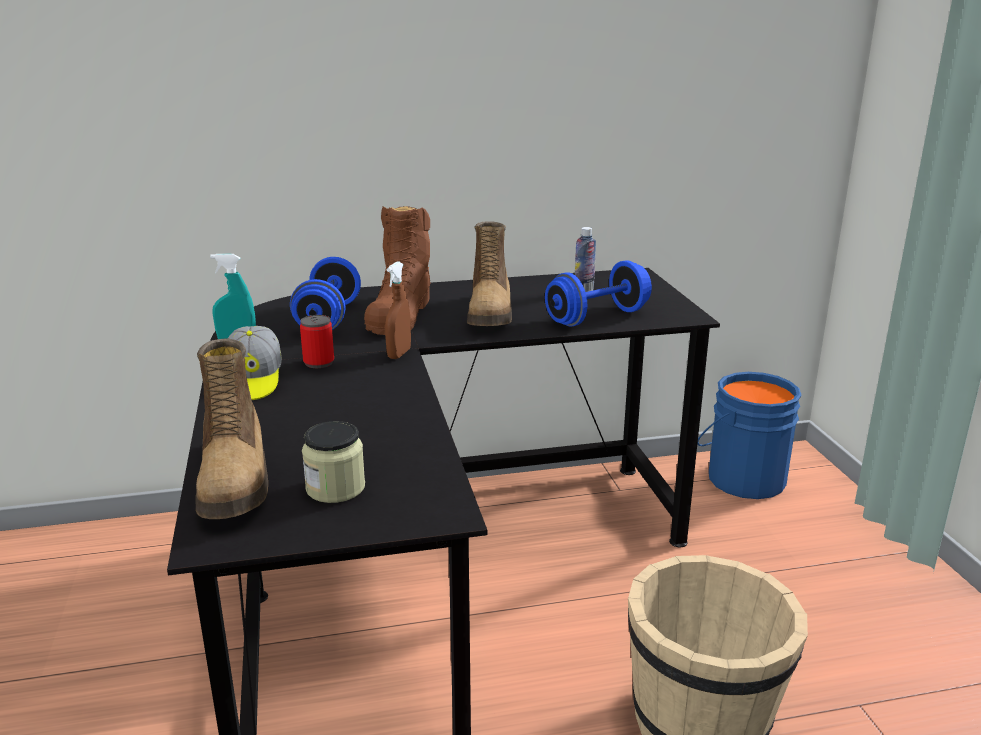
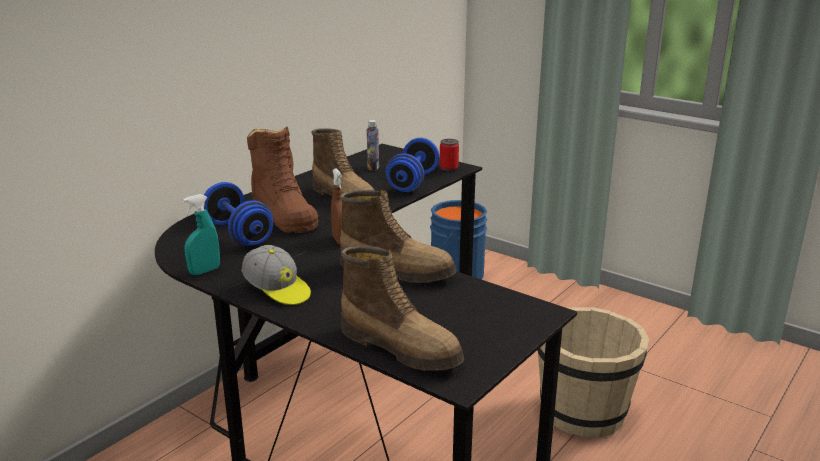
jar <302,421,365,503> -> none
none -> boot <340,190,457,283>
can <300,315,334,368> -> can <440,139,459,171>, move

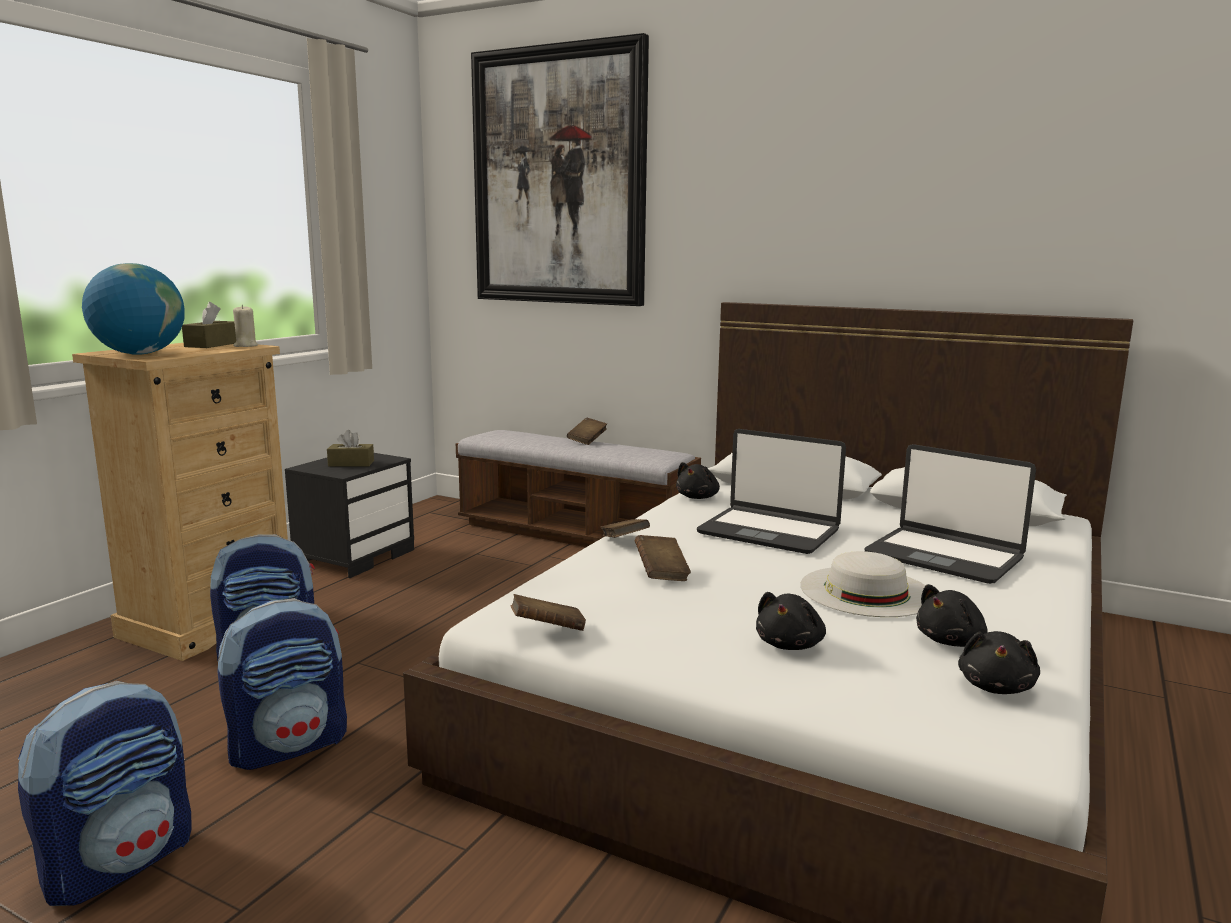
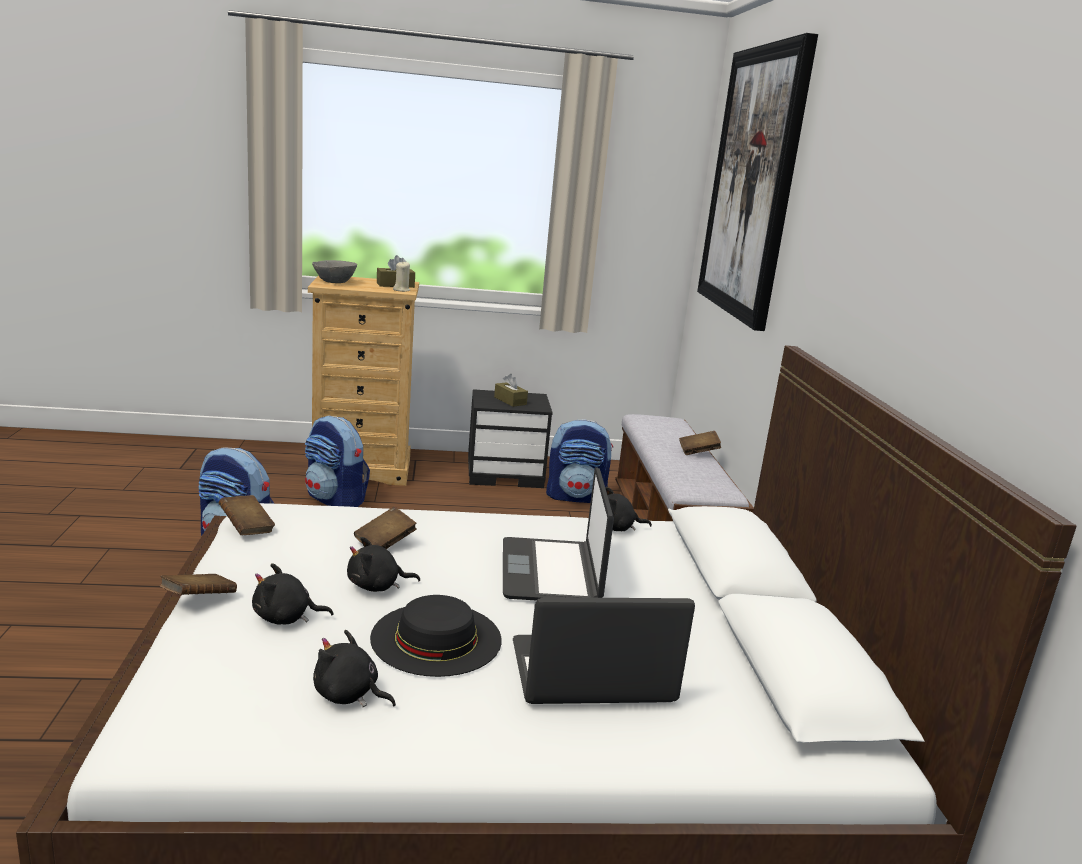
backpack <18,681,192,906> -> backpack <546,419,613,503>, move
book in brown <600,519,650,538> -> book in brown <160,574,237,595>, move
plush toy in black <958,631,1040,694> -> plush toy in black <347,537,420,592>, move
globe <82,263,185,354> -> bowl in grey <312,260,357,283>
hat in white <800,551,925,617> -> hat in black <370,595,501,677>
laptop <864,444,1036,584> -> laptop <513,597,695,704>, 75 degrees clockwise

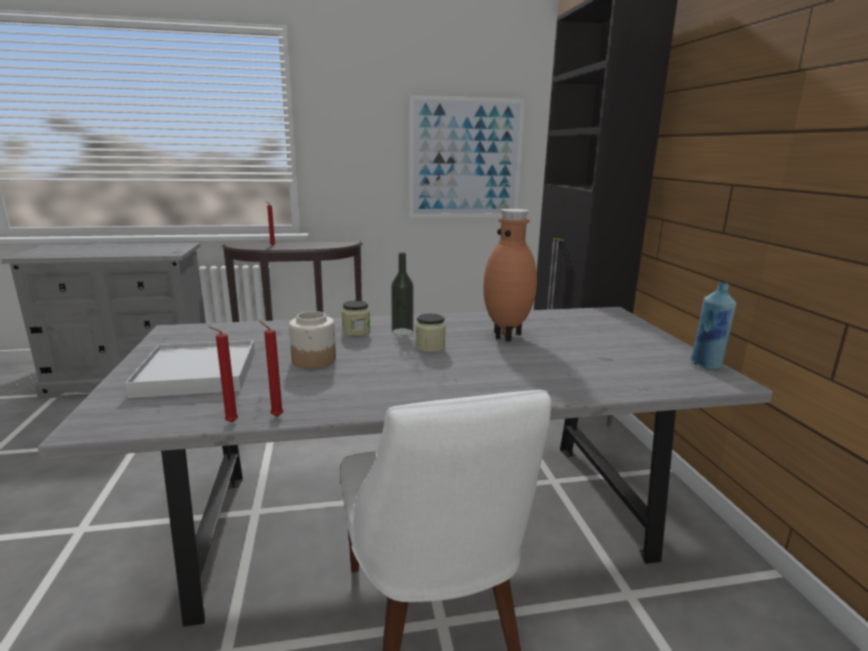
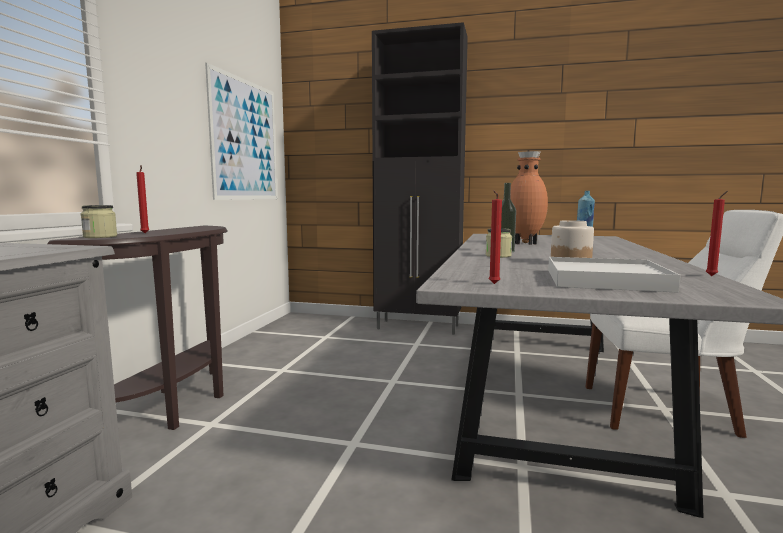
candle in red <258,320,284,417> -> candle in red <489,190,502,284>, move
jar <416,314,446,352> -> jar <81,205,117,238>, move

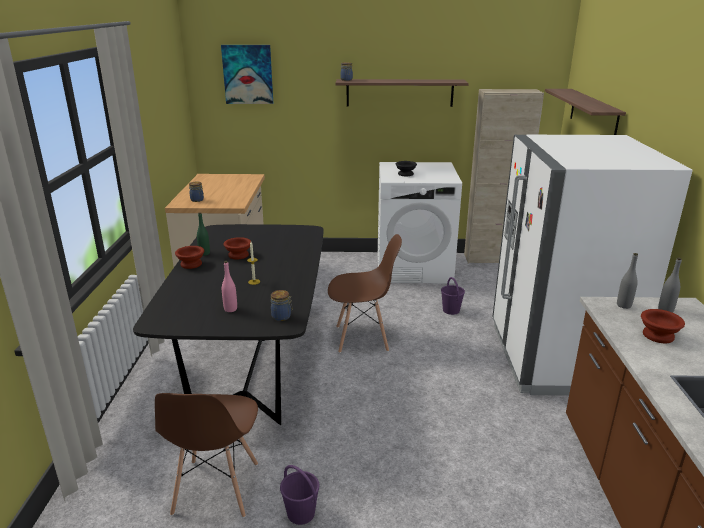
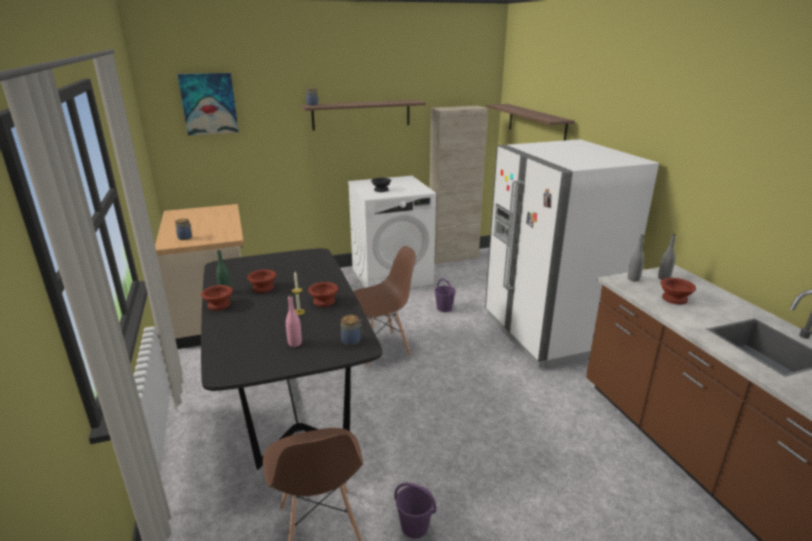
none -> bowl in brown <308,282,338,307>

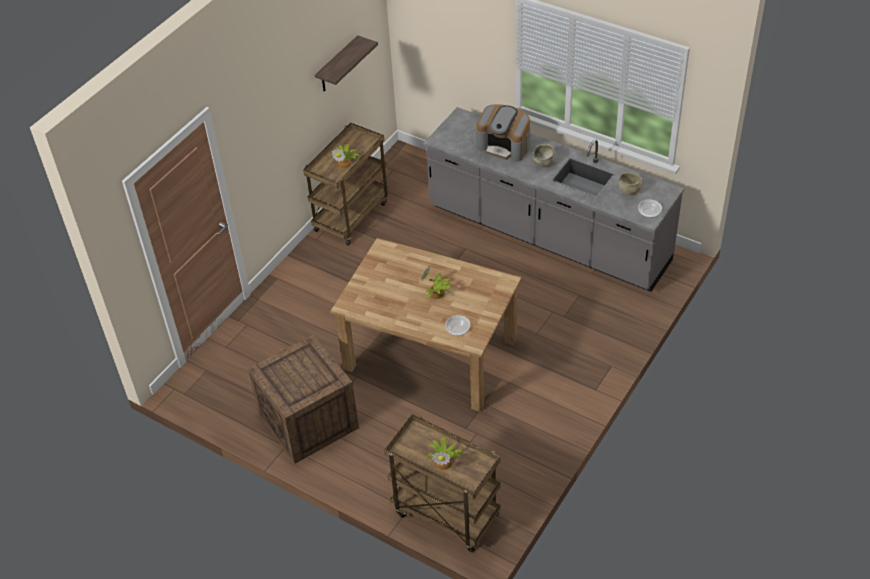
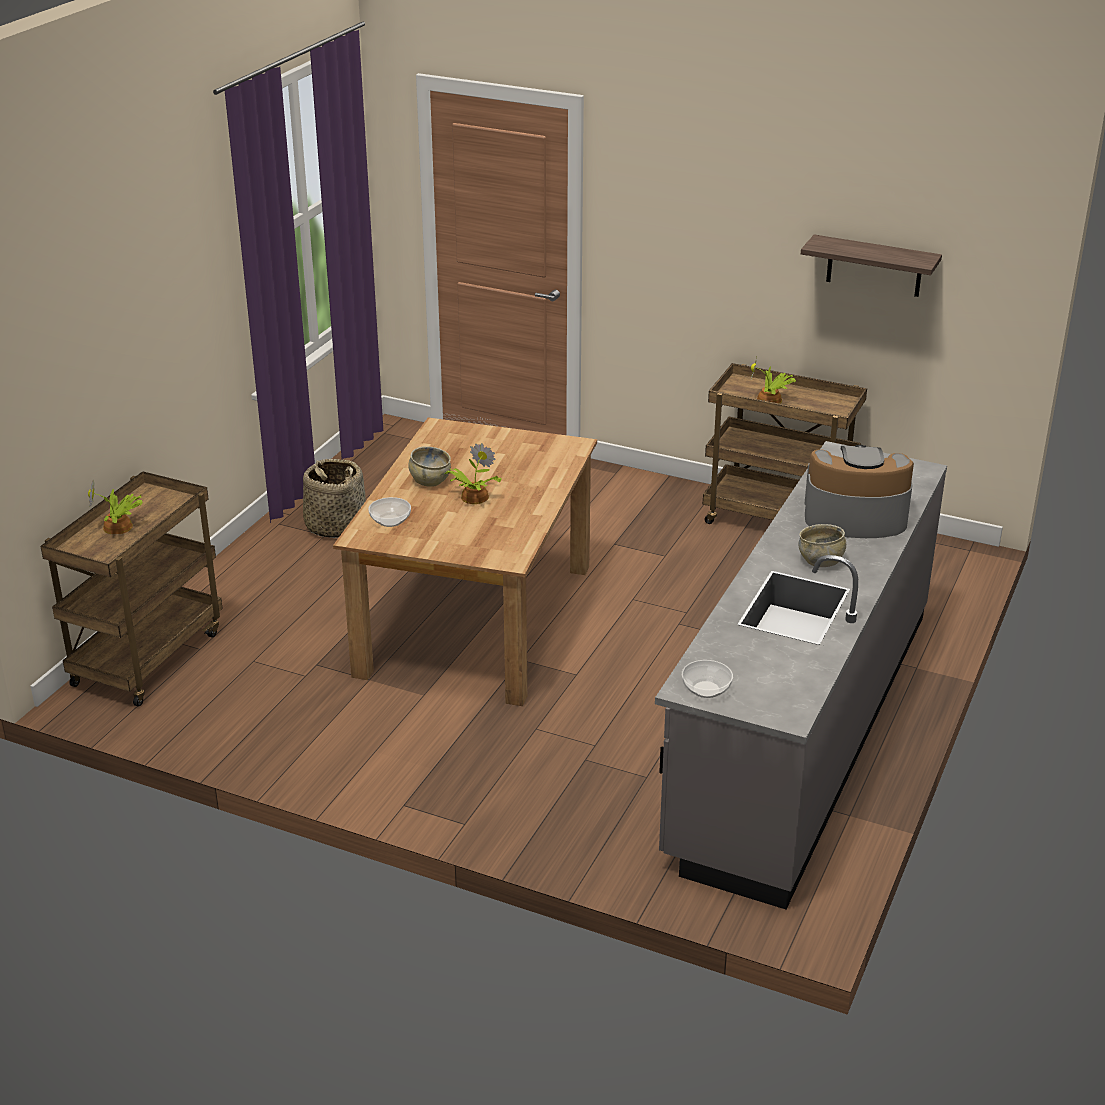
bowl in beige <618,172,642,195> -> bowl in beige <409,446,451,487>, move
crate <248,334,359,464> -> basket <303,459,366,538>
coffee machine <476,104,531,162> -> coffee machine <804,445,914,538>, 75 degrees clockwise

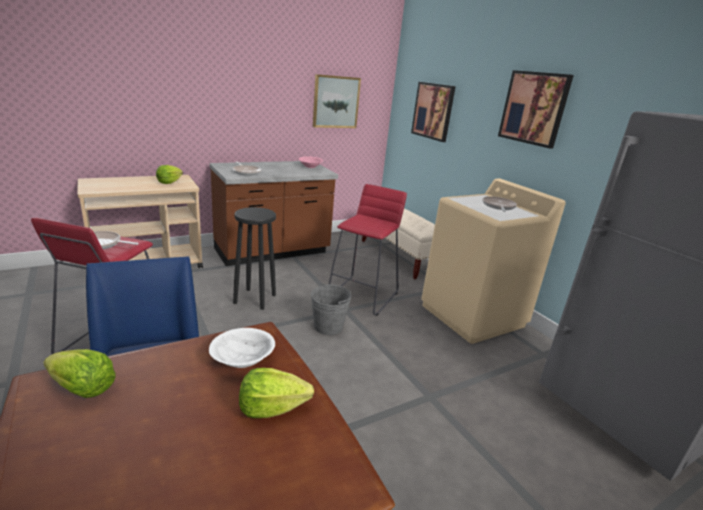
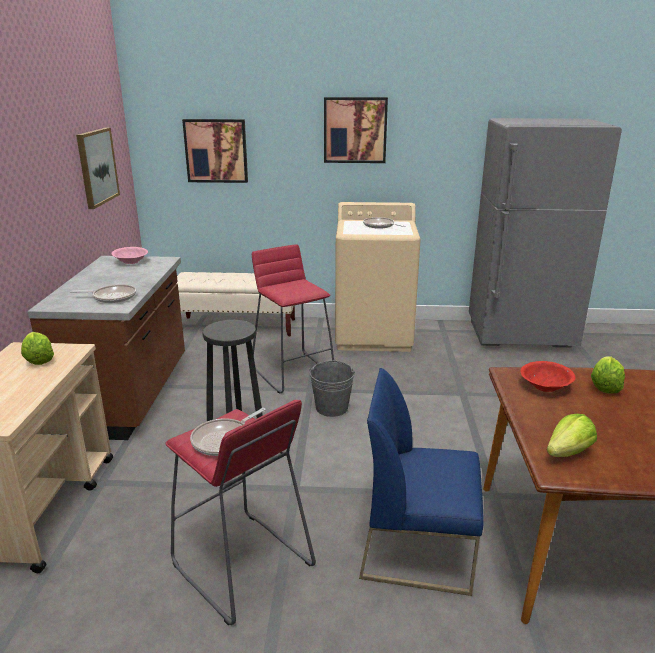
bowl in white <209,328,275,368> -> bowl in red <520,361,575,392>

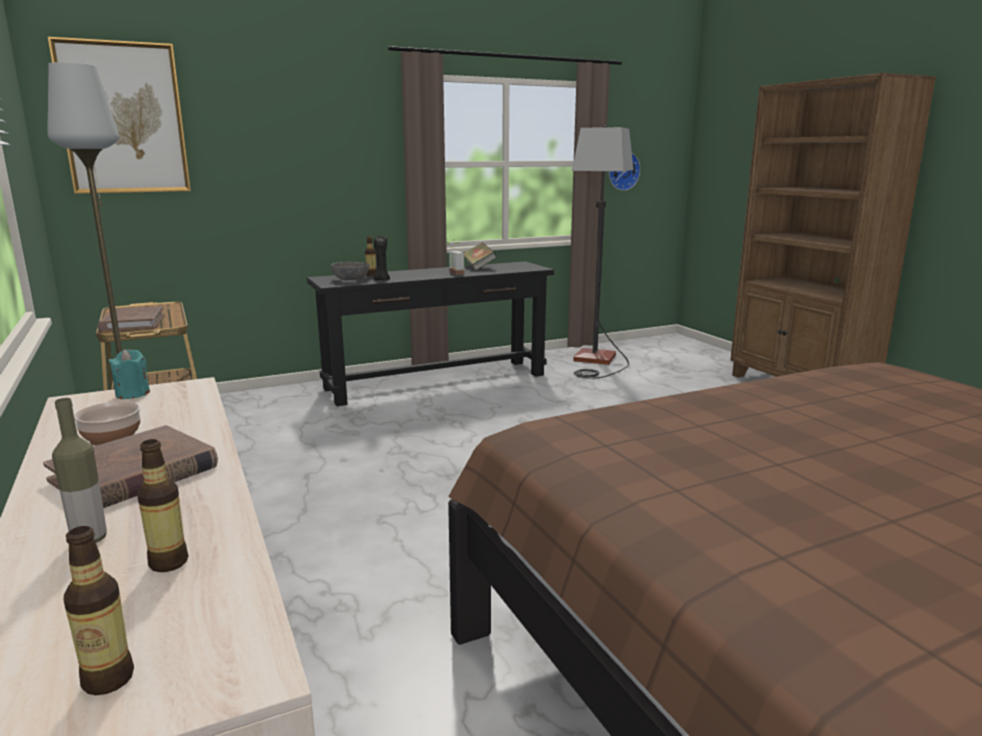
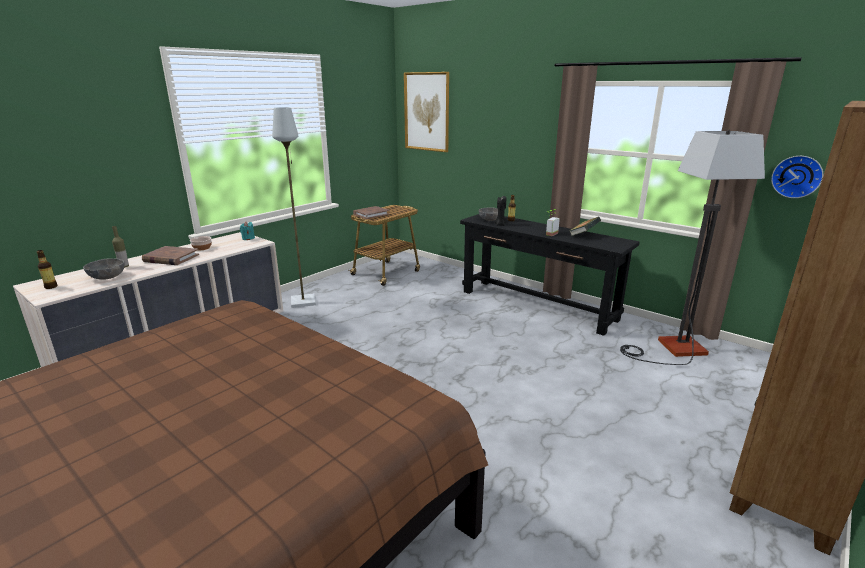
bottle <137,439,188,572> -> bowl in grey <83,258,125,280>

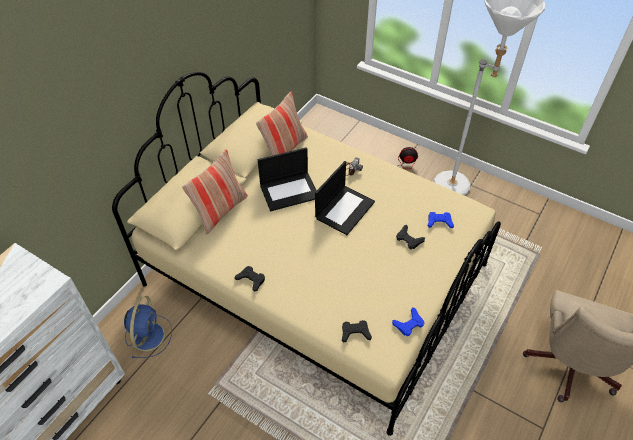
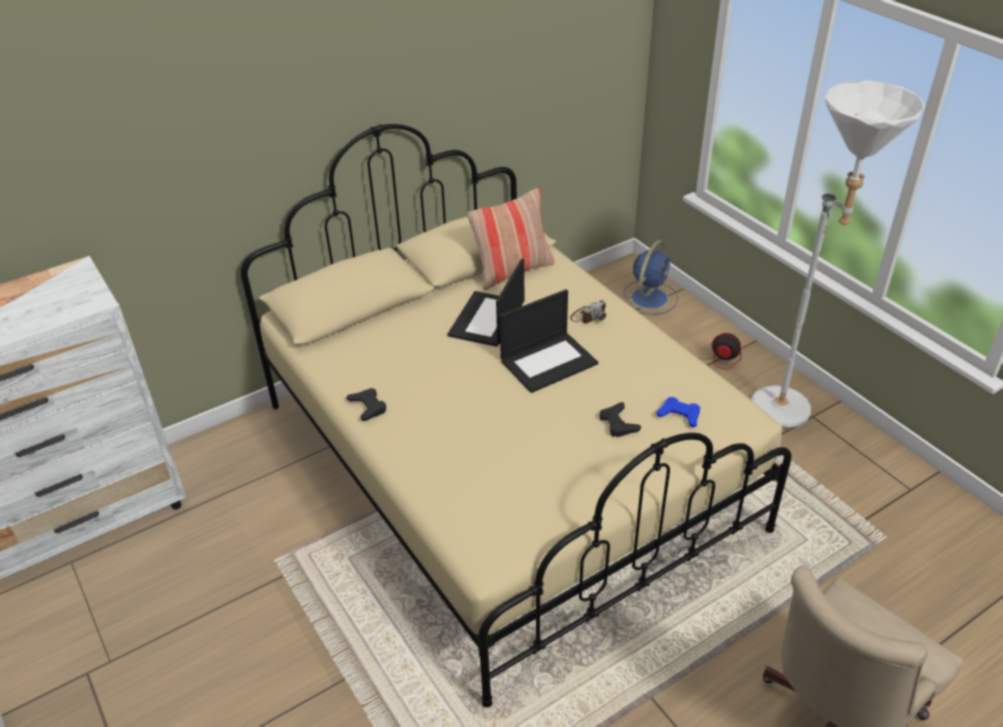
pillow <182,150,248,234> -> none
game controller in black <342,320,372,342> -> none
game controller in blue <392,307,424,336> -> none
fan in blue <124,296,172,358> -> fan in blue <624,240,678,315>, move
laptop <258,147,317,211> -> laptop <447,259,524,347>, 105 degrees clockwise

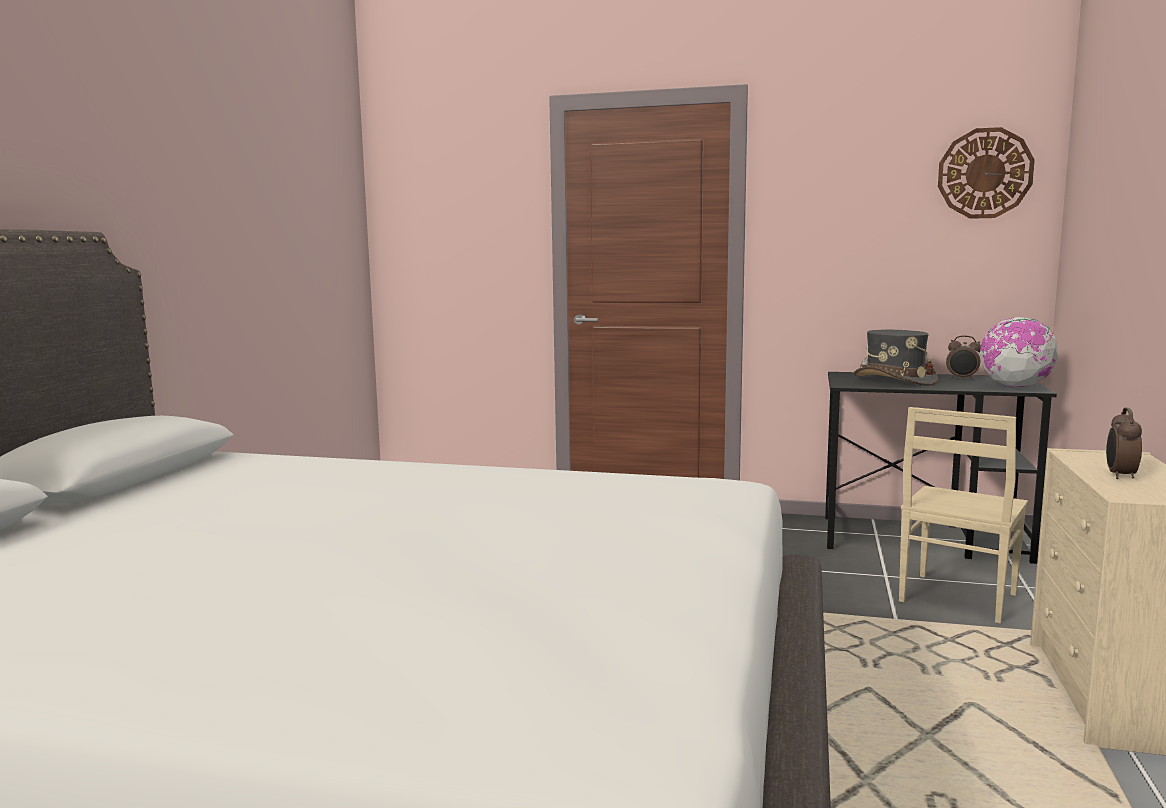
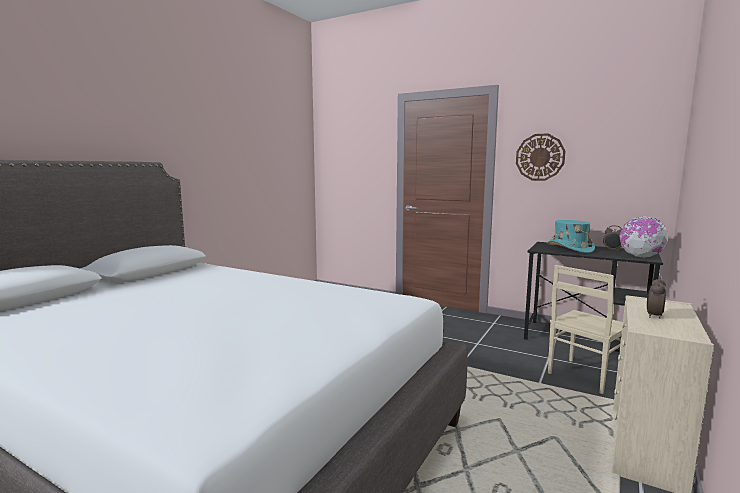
wall clock <938,127,1035,219> -> wall clock <516,133,566,181>, move
hat in grey <854,330,938,386> -> hat in turquoise <547,220,595,253>

